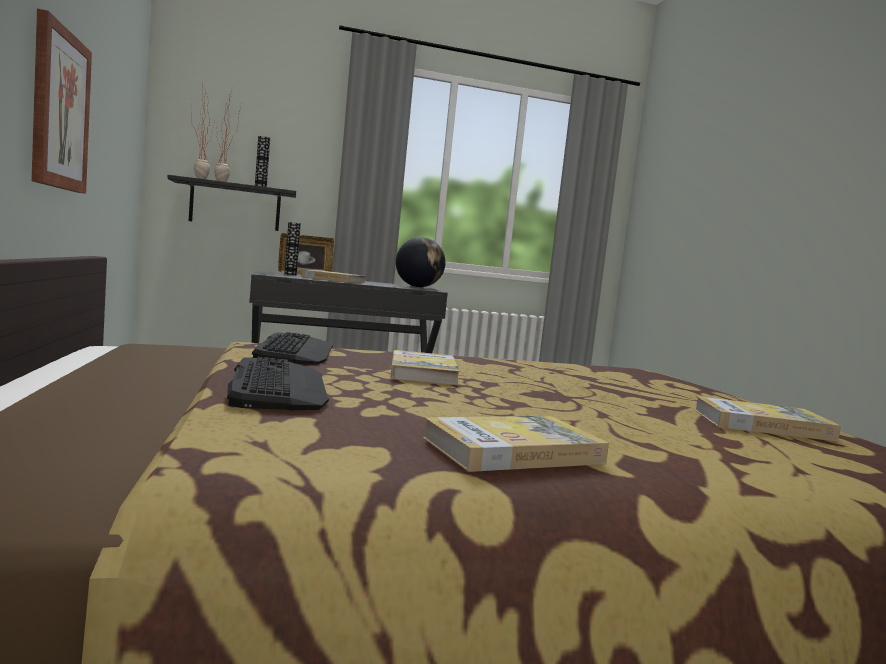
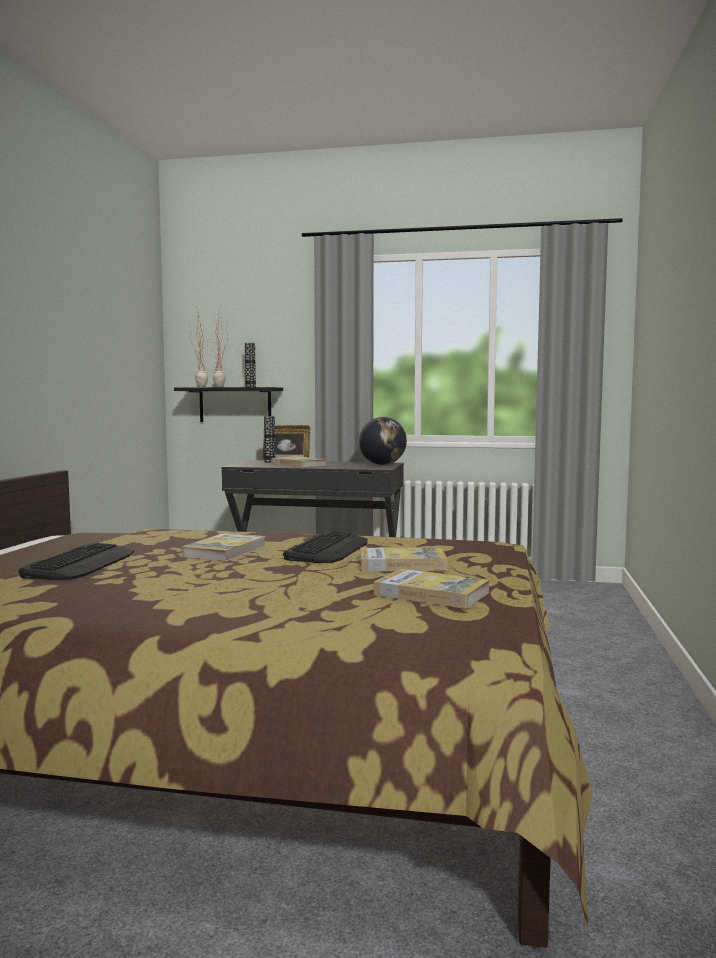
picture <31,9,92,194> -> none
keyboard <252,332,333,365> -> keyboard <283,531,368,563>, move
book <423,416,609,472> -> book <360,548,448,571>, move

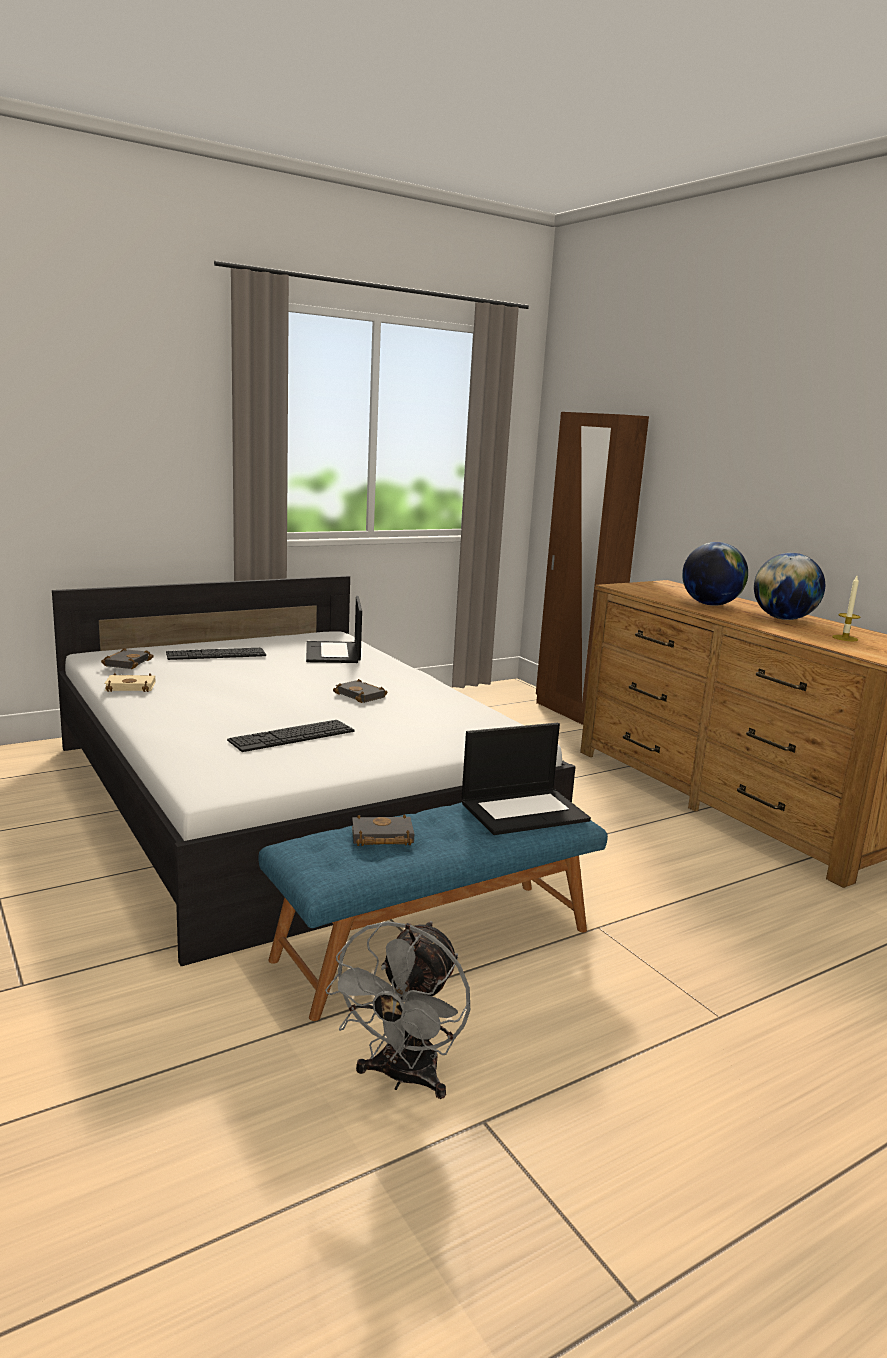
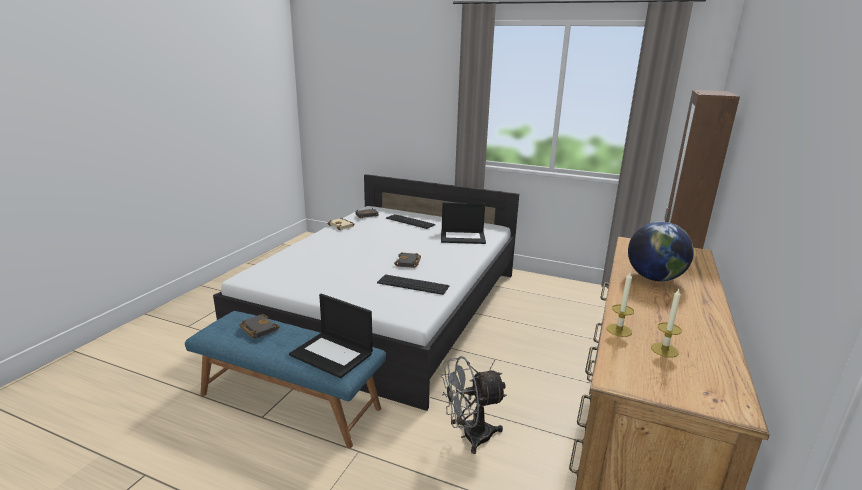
globe <754,553,825,620> -> none
none -> candle <607,273,634,337>
keyboard <227,720,355,752> -> keyboard <377,275,449,295>, move
fan in grey <325,921,470,1099> -> fan in grey <441,356,507,454>, move
laptop <306,596,362,663> -> laptop <441,202,486,244>, 135 degrees counterclockwise

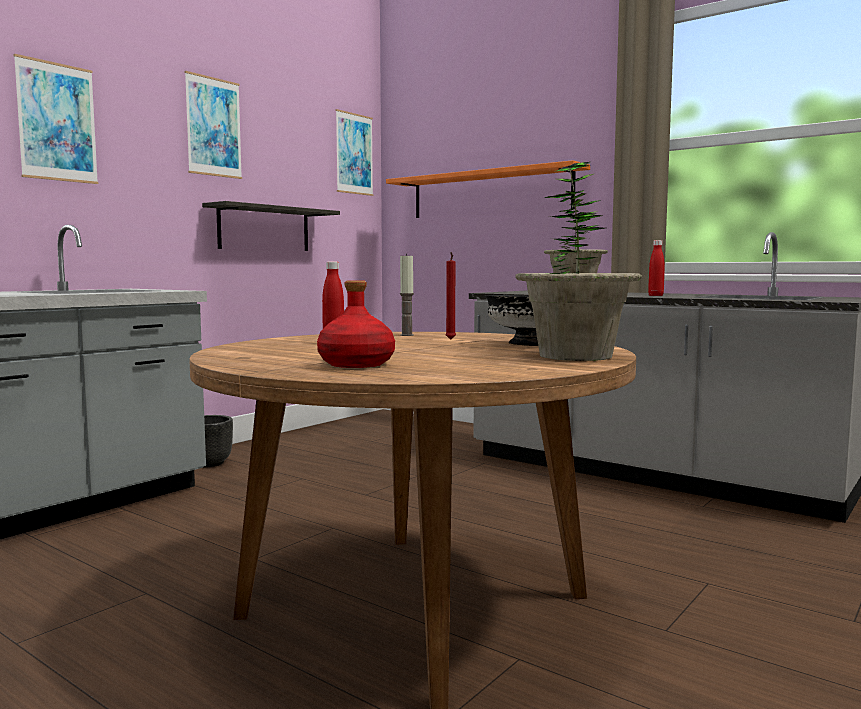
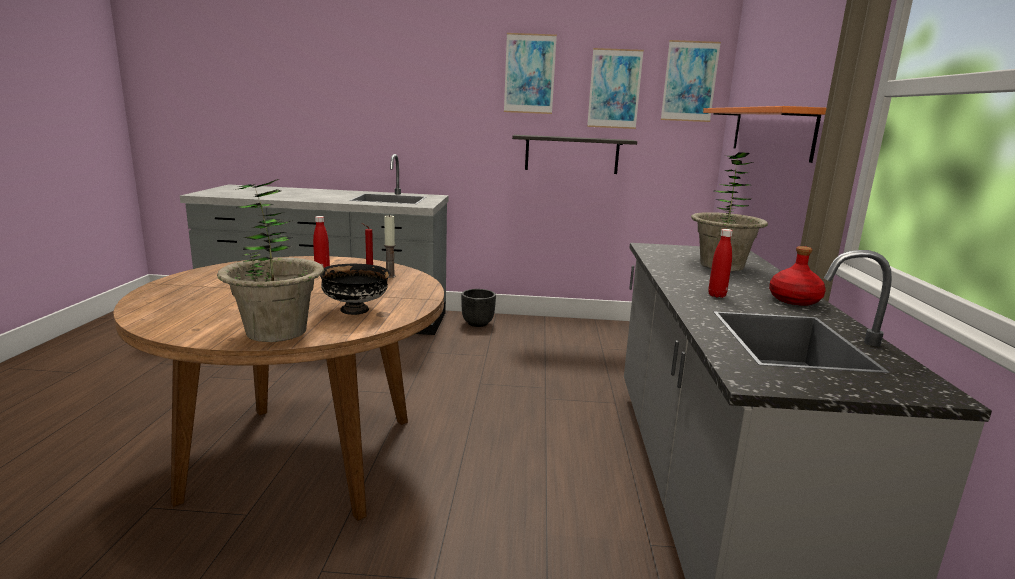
picture <14,54,98,184> -> picture <587,48,644,129>, move
bottle in red <317,280,395,368> -> bottle in red <769,246,826,306>, move

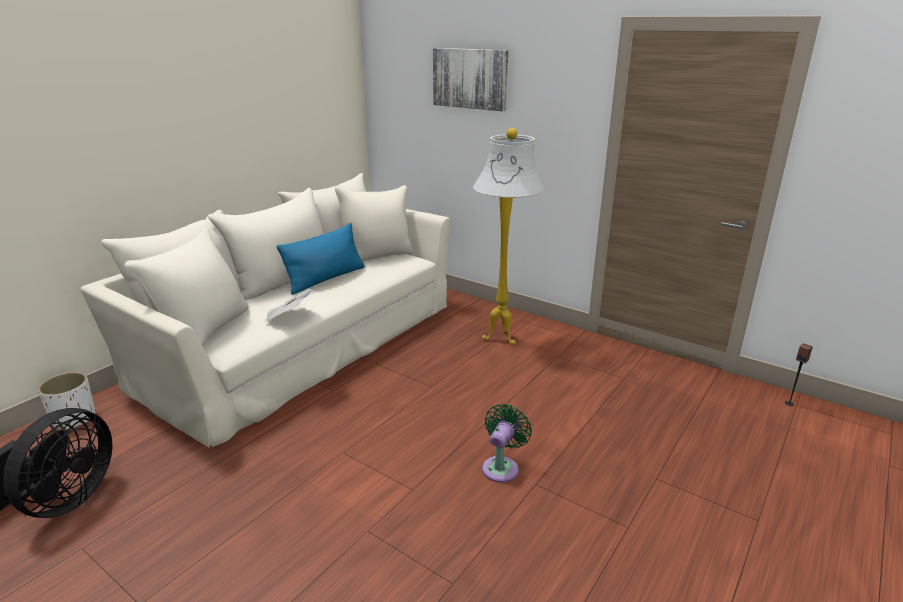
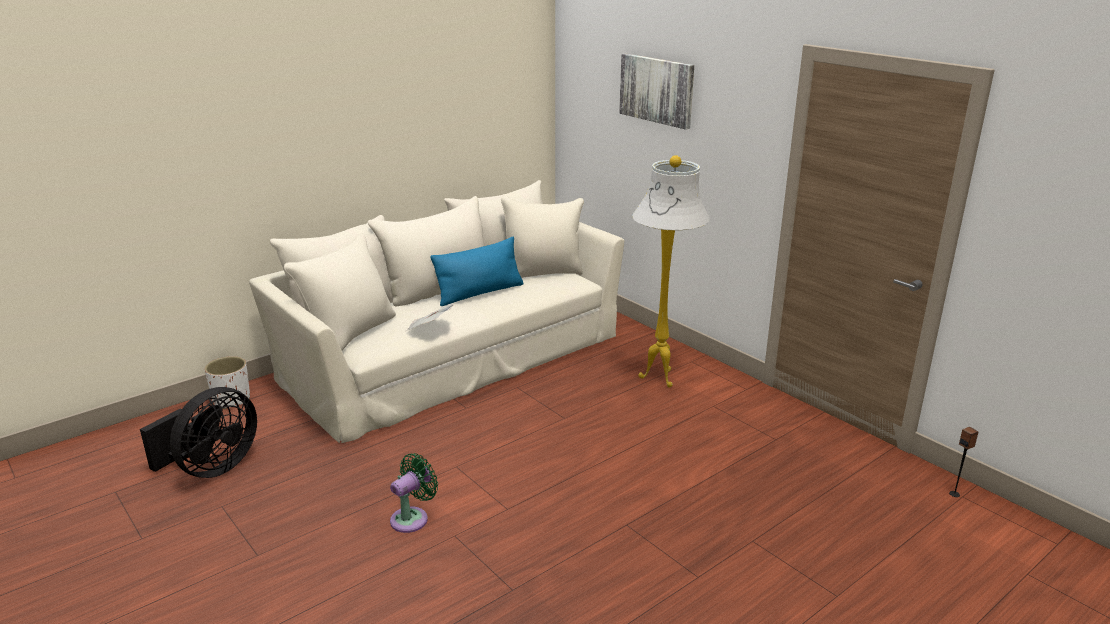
fan in green <482,404,532,483> -> fan in green <390,453,438,533>, move

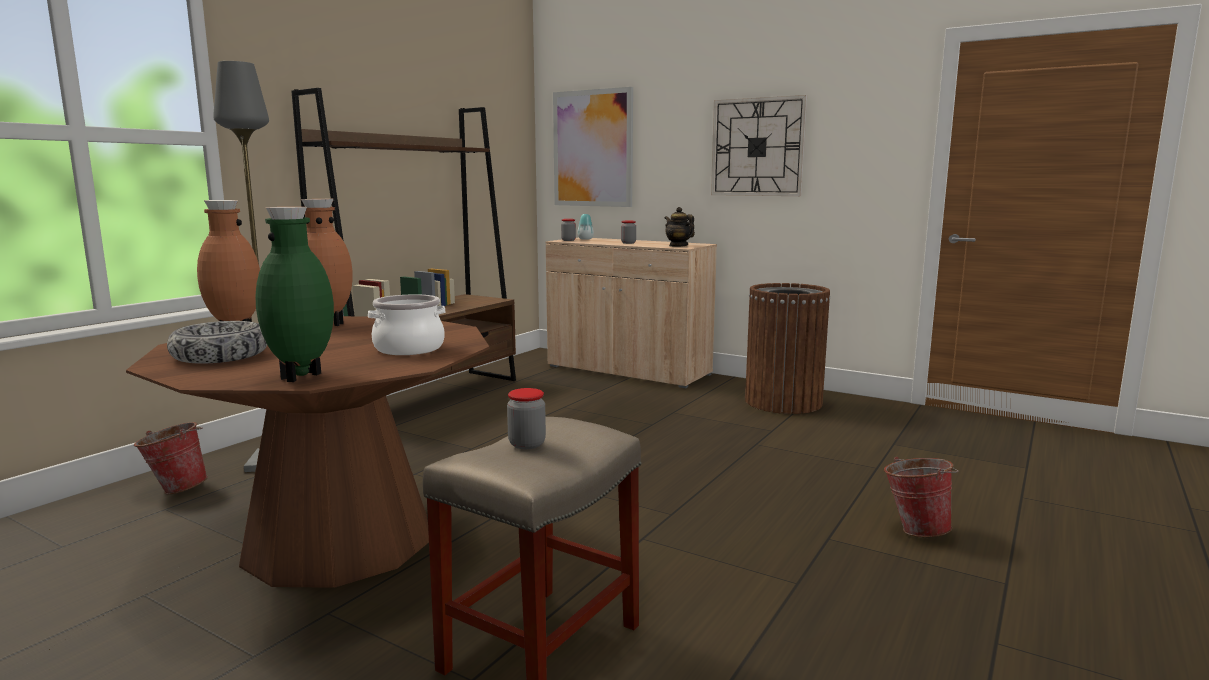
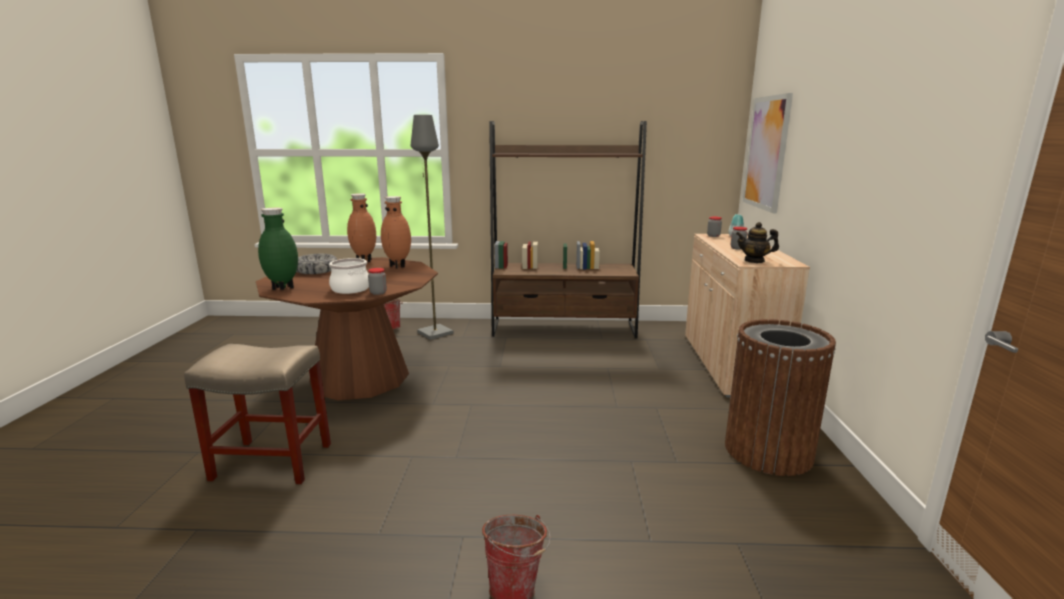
wall clock <711,95,807,196> -> none
jar <507,388,546,449> -> jar <368,268,387,295>, move
teapot <665,207,695,247> -> teapot <736,222,779,263>, 105 degrees counterclockwise

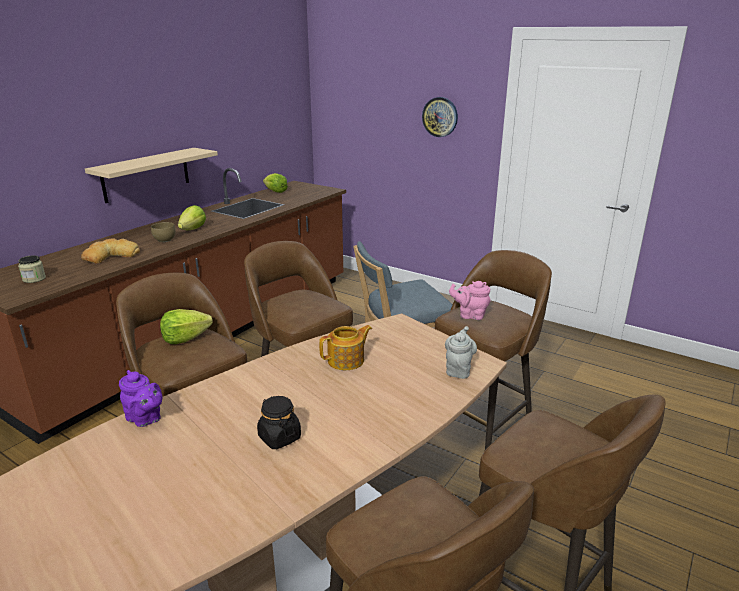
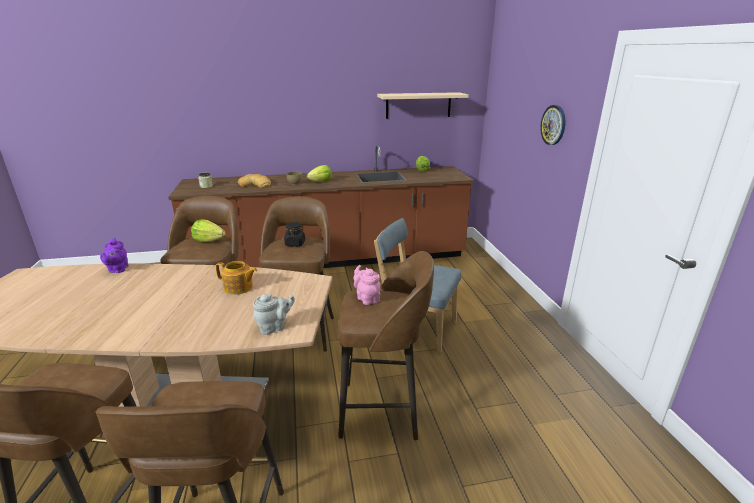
shelf in beige <85,148,218,203> -> shelf in beige <377,92,469,119>, move
jar in black <257,396,301,449> -> jar in black <284,222,305,247>, move

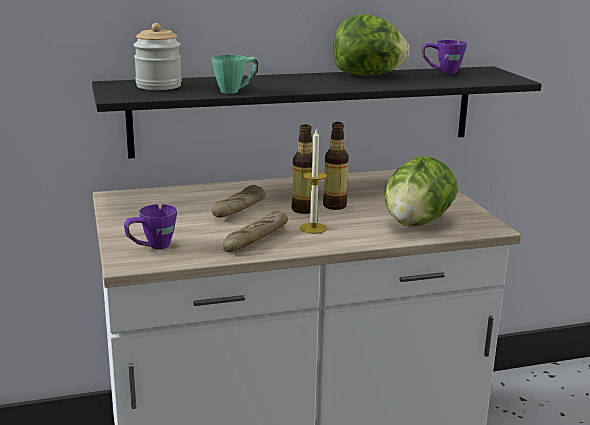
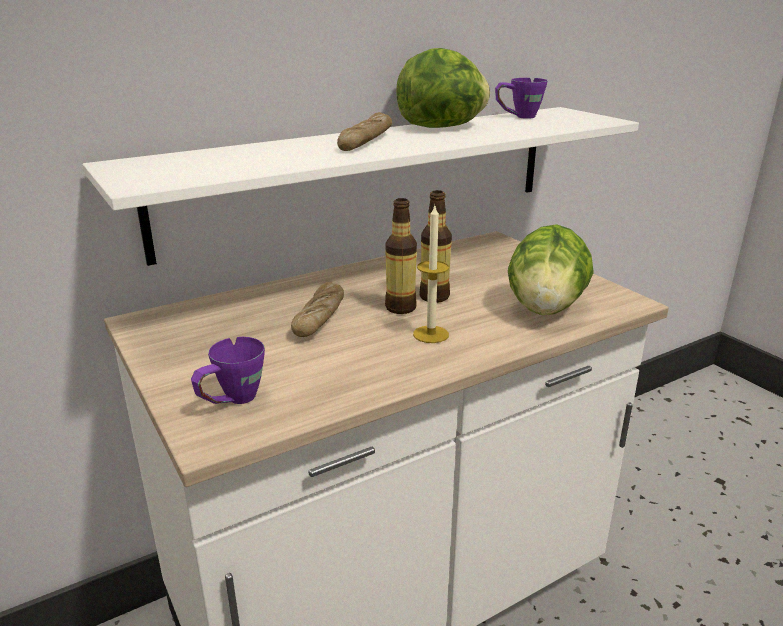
jar <134,23,182,90> -> none
mug in green <212,55,258,94> -> none
bread <223,211,288,253> -> bread <337,112,392,151>, move
shelf in black <92,66,542,159> -> shelf in white <83,107,639,266>

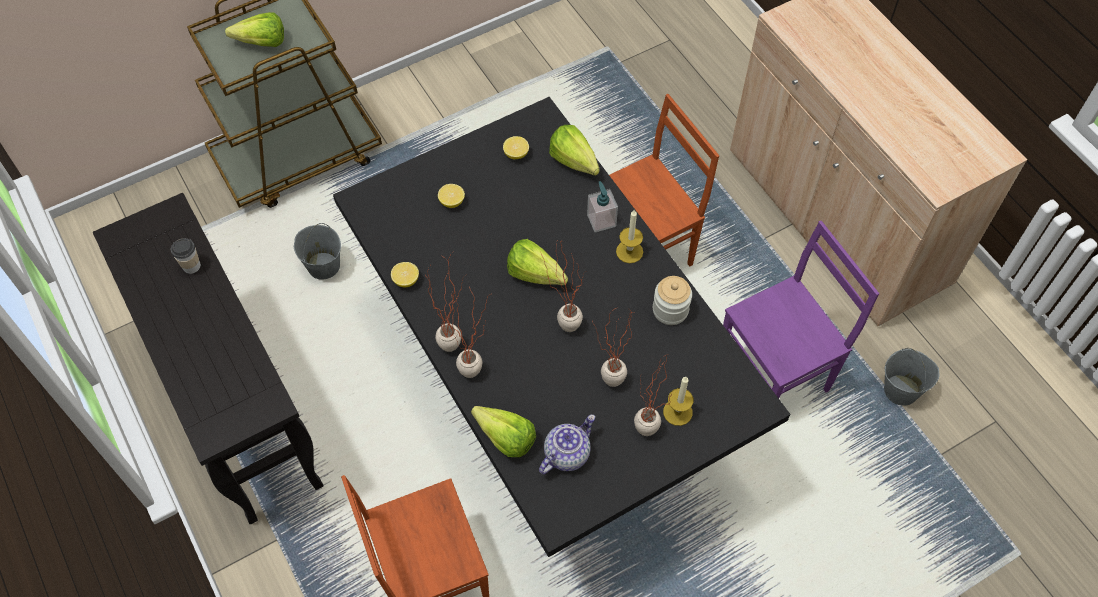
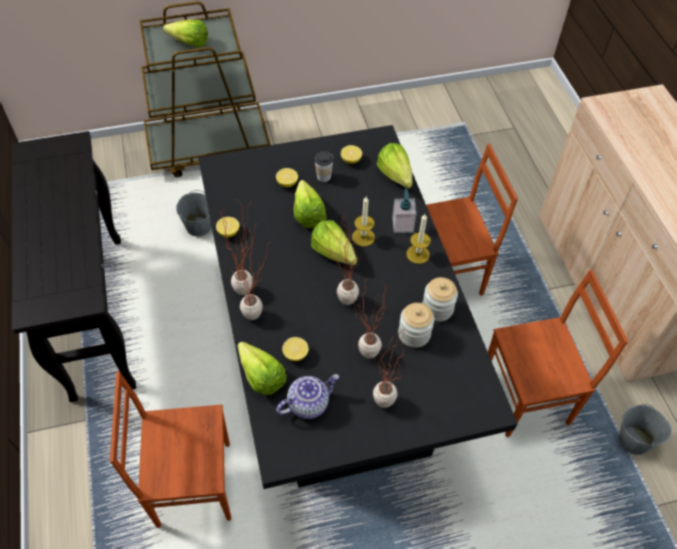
none -> lemon <282,337,309,361>
none -> lettuce <294,180,327,228>
none -> jar <398,303,434,348>
cup <171,238,201,274> -> cup <315,151,334,182>, move
candle <663,377,693,426> -> candle <352,196,375,247>, move
chair in purple <723,221,879,398> -> chair in brown <488,269,628,437>

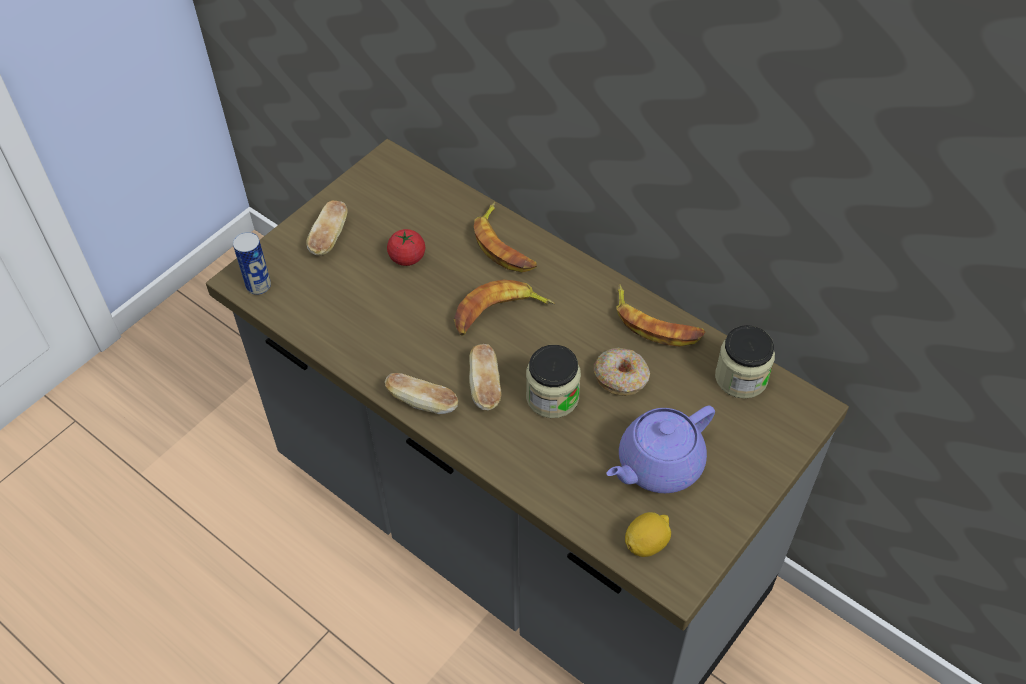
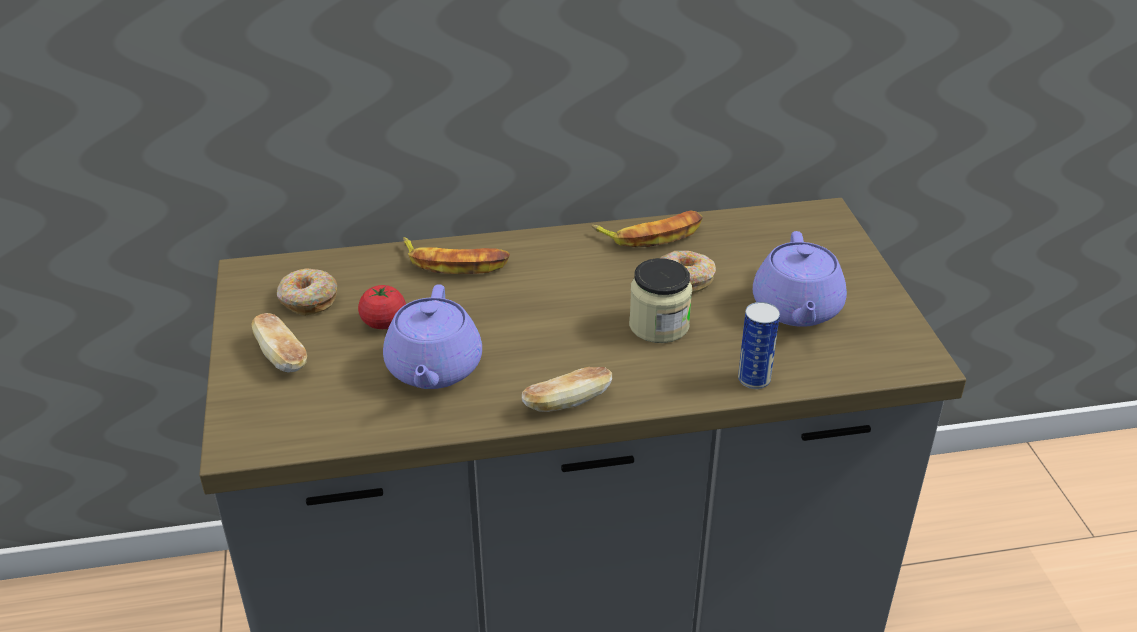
banana <454,280,555,335> -> none
bread <469,344,502,410> -> none
lemon <625,512,671,557> -> none
jar <715,325,775,399> -> none
none -> donut <277,268,337,316>
none -> teapot in purple <383,284,482,389>
can <233,232,271,295> -> can <738,302,780,389>, move

